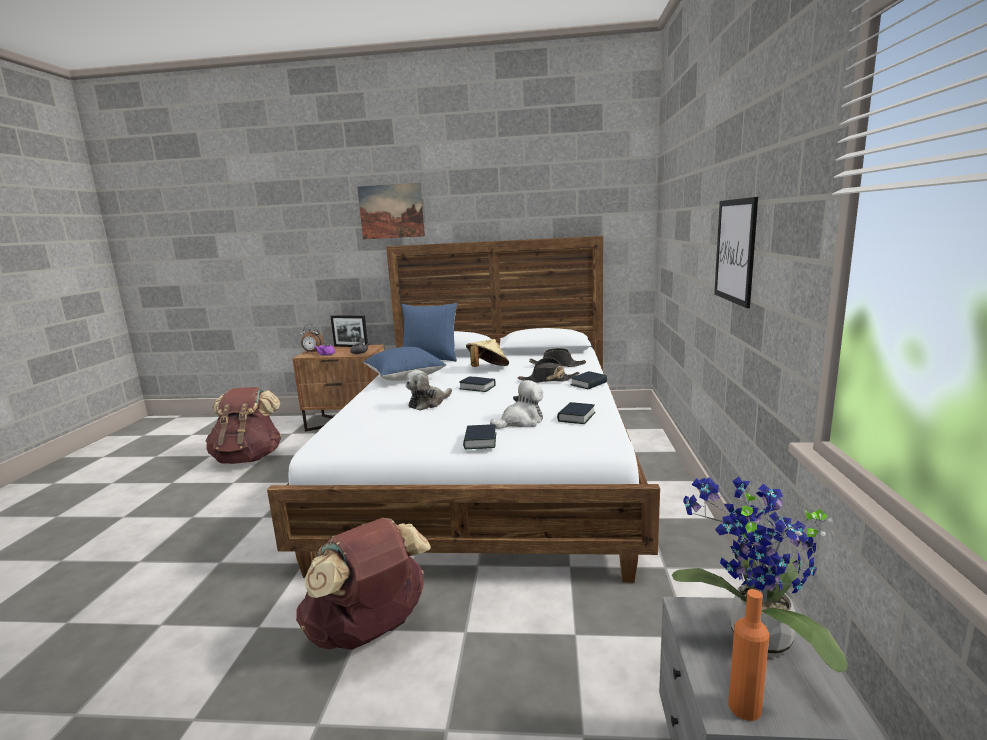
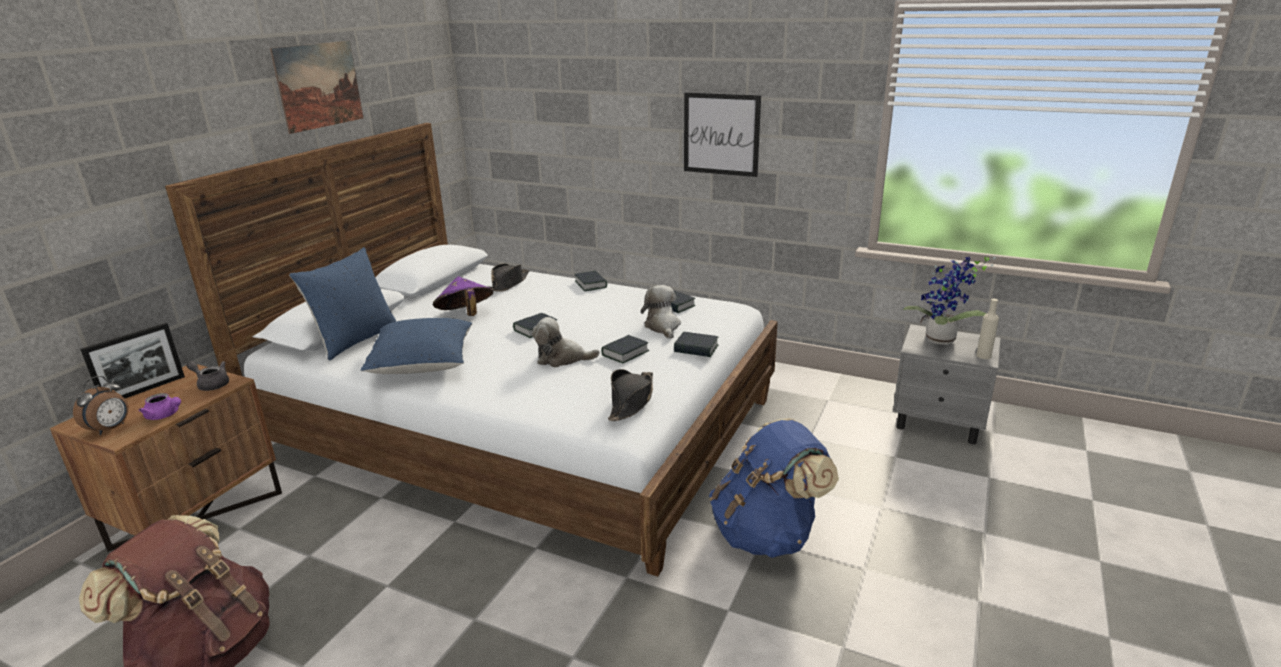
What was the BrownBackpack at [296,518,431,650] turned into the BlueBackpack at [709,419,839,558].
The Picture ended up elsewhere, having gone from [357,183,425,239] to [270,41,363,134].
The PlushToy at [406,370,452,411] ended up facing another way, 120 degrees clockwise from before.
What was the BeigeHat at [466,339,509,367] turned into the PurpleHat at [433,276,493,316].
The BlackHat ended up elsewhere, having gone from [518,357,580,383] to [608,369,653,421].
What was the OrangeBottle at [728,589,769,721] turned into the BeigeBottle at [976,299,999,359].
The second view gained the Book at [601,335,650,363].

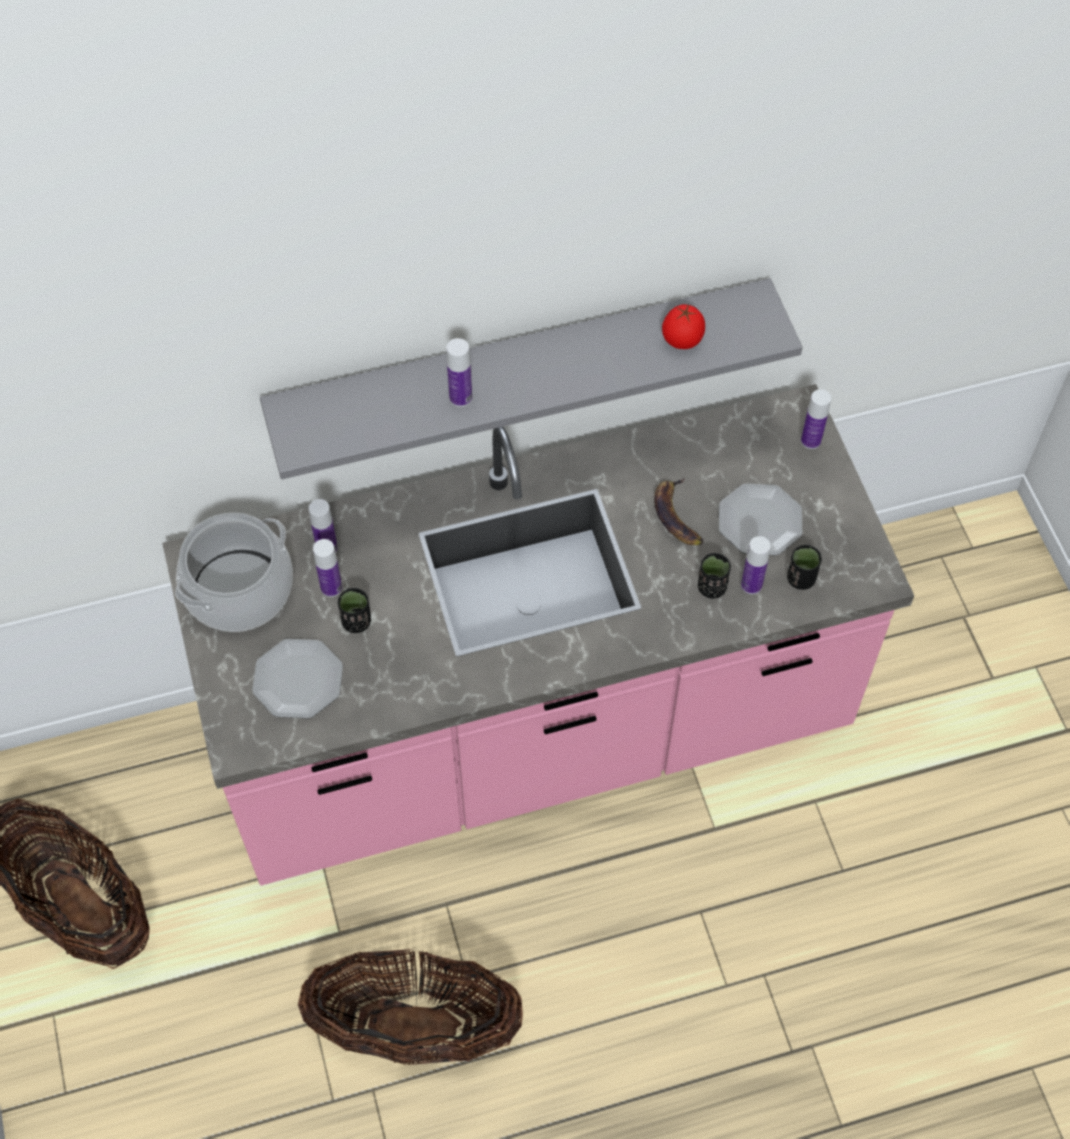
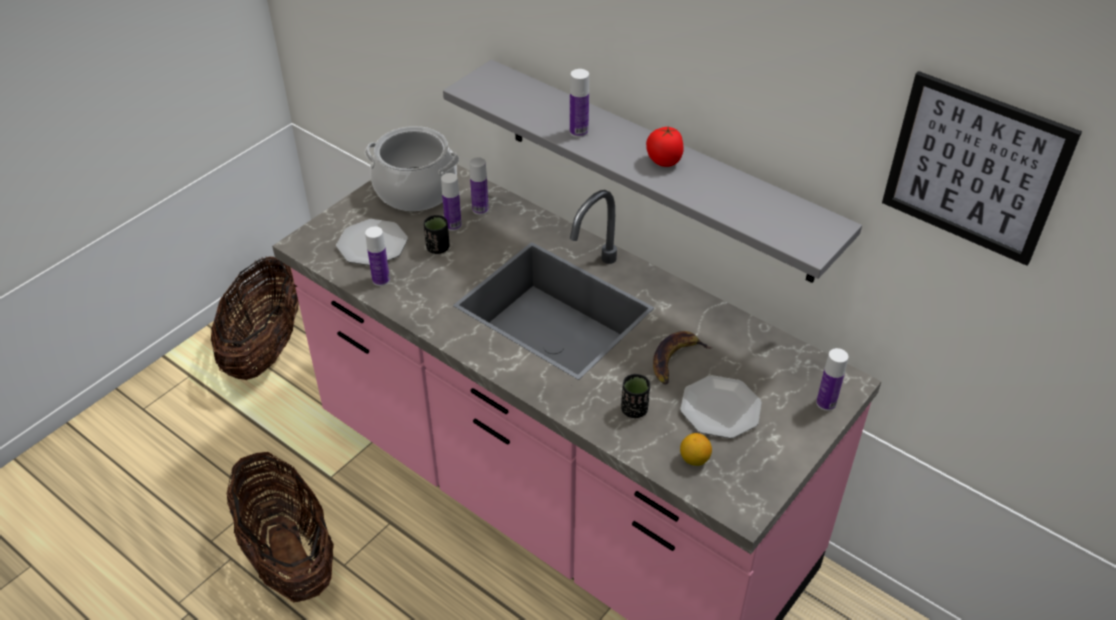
The Tomato ended up elsewhere, having gone from [662,304,705,349] to [646,126,684,167].
The Bottle ended up elsewhere, having gone from [741,536,771,594] to [365,227,390,286].
Where the BlackCup stood at [787,545,822,590], the Lemon came to stand at [680,433,712,466].
The second view gained the Picture at [882,71,1082,266].

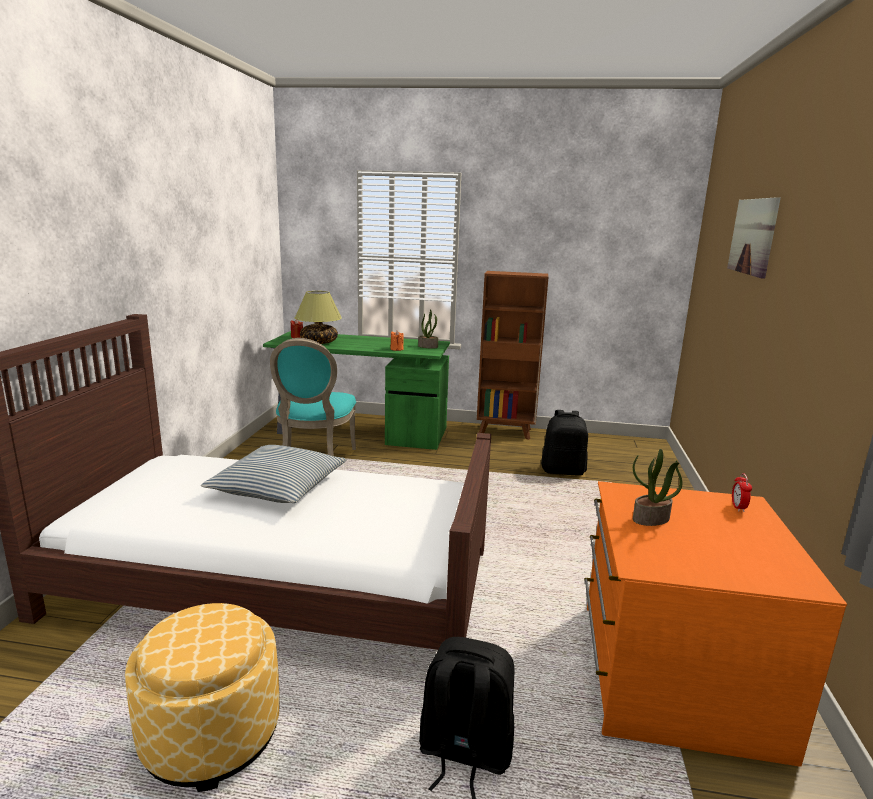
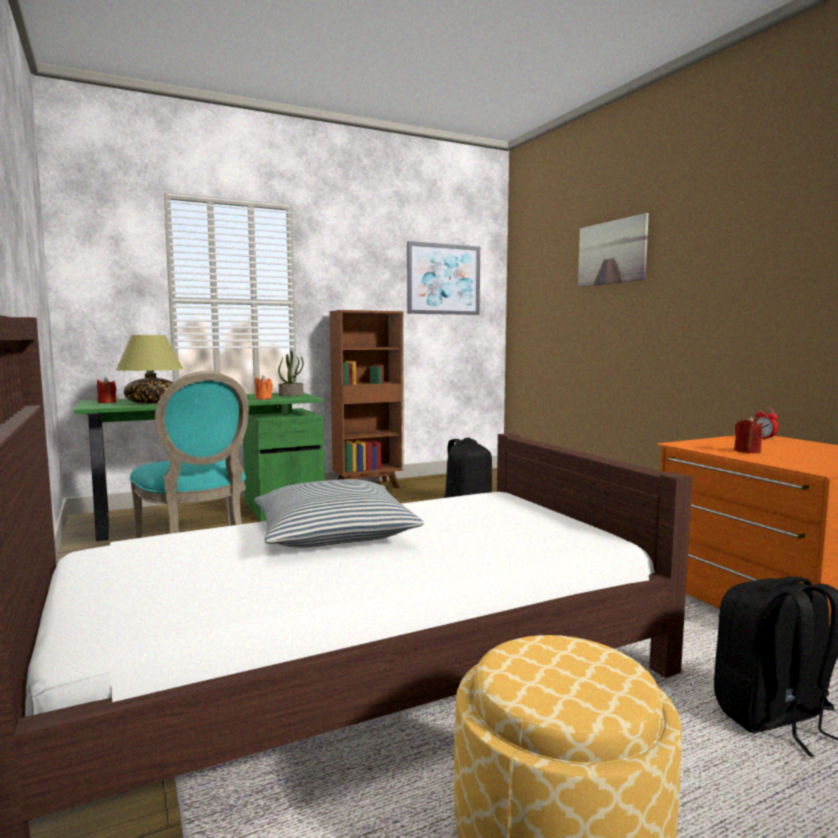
Where the PottedPlant stood at [633,449,682,526], the RedCandle came to stand at [734,416,764,453].
The second view gained the Picture at [407,241,480,315].

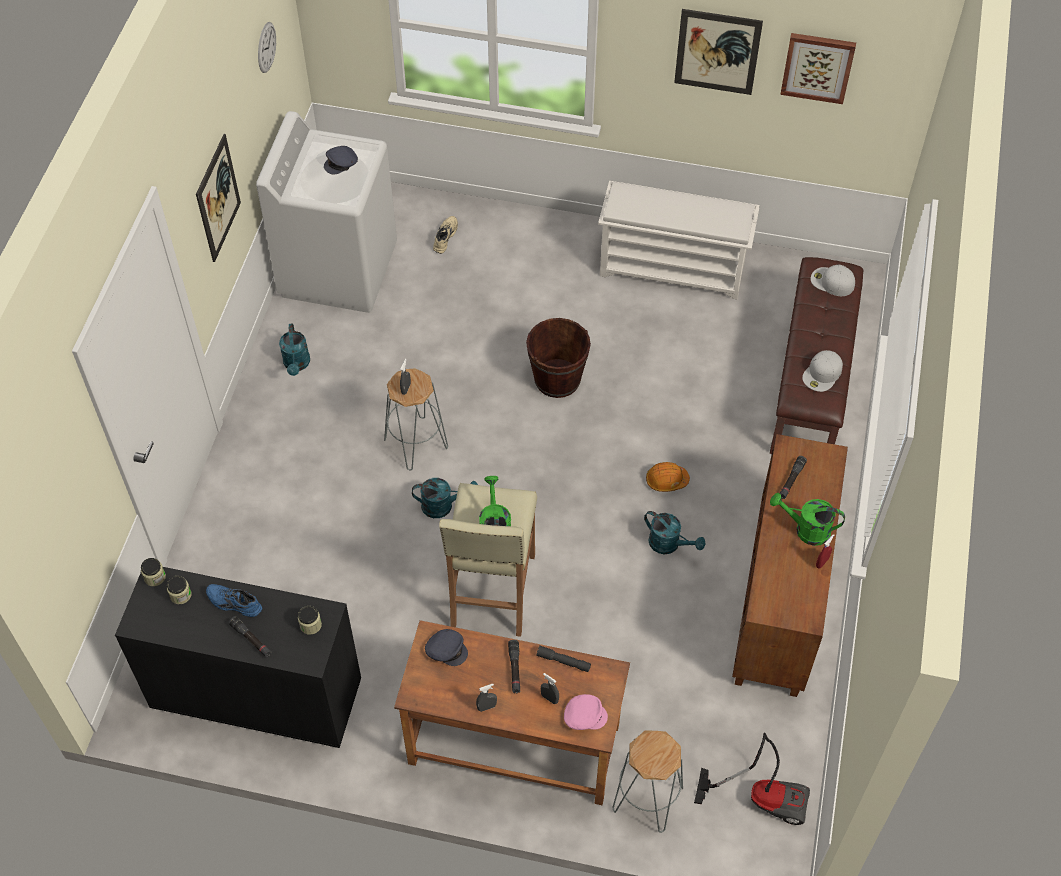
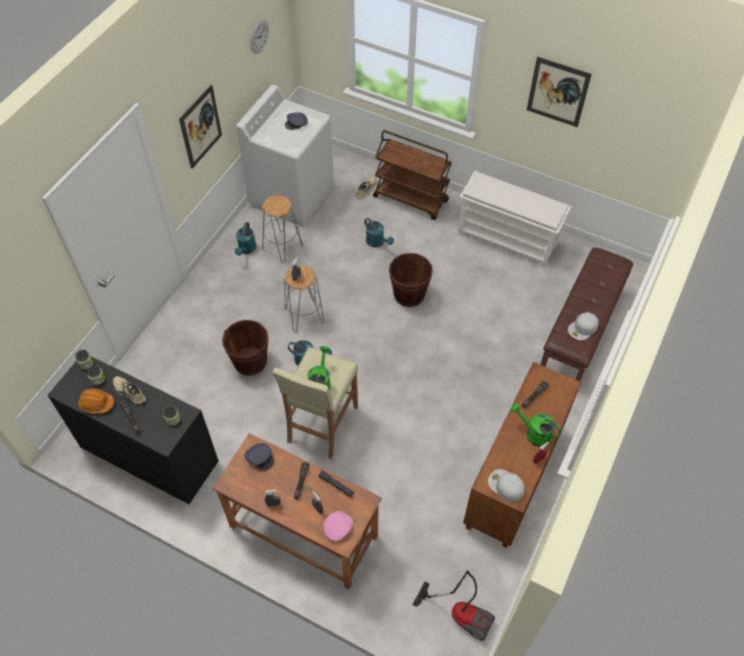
What was the BlueShoe at [206,584,262,617] turned into the BeigeShoe at [113,376,146,404].
The PinkCap at [564,694,608,730] ended up facing another way, 60 degrees counterclockwise from before.
The GreyStool ended up elsewhere, having gone from [613,731,683,833] to [262,195,303,263].
The TurquoiseWateringCan ended up elsewhere, having gone from [644,511,705,554] to [364,218,394,247].
The OrangeHardHat ended up elsewhere, having gone from [646,462,690,492] to [78,389,114,413].
The second view lost the Picture at [780,33,856,104].
The WhiteCap ended up elsewhere, having gone from [811,265,855,296] to [488,469,525,502].
The second view gained the BrownBucket at [222,320,268,376].
The second view gained the BrownCart at [373,130,452,220].

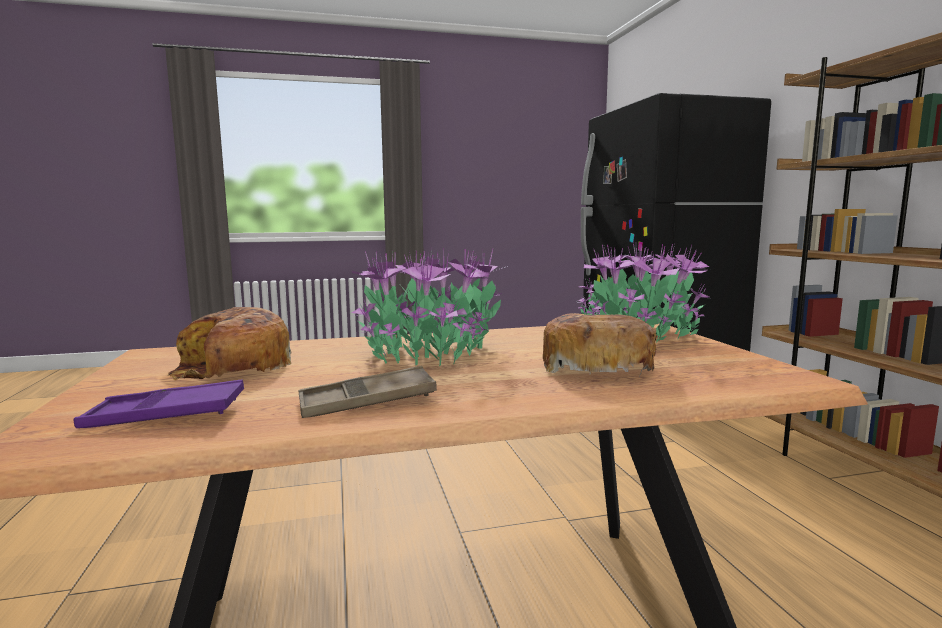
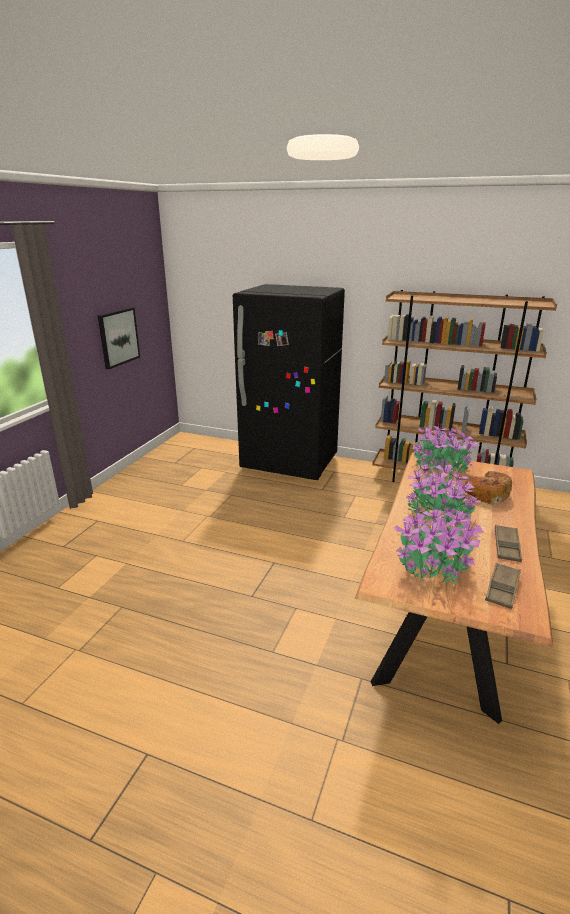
What was the PurpleTray at [74,380,244,428] turned into the BrownTray at [485,563,521,609].
Where the Bread stood at [168,307,291,380], the PottedPlant came to stand at [394,507,484,584].
The second view gained the Picture at [98,307,140,369].

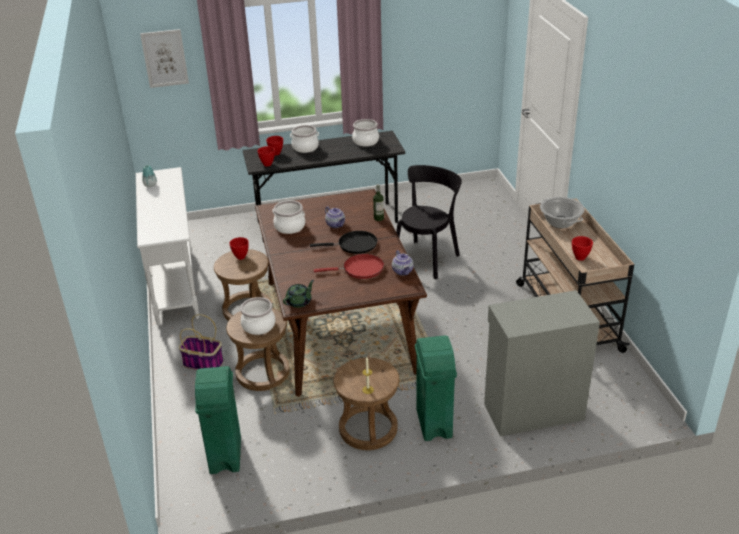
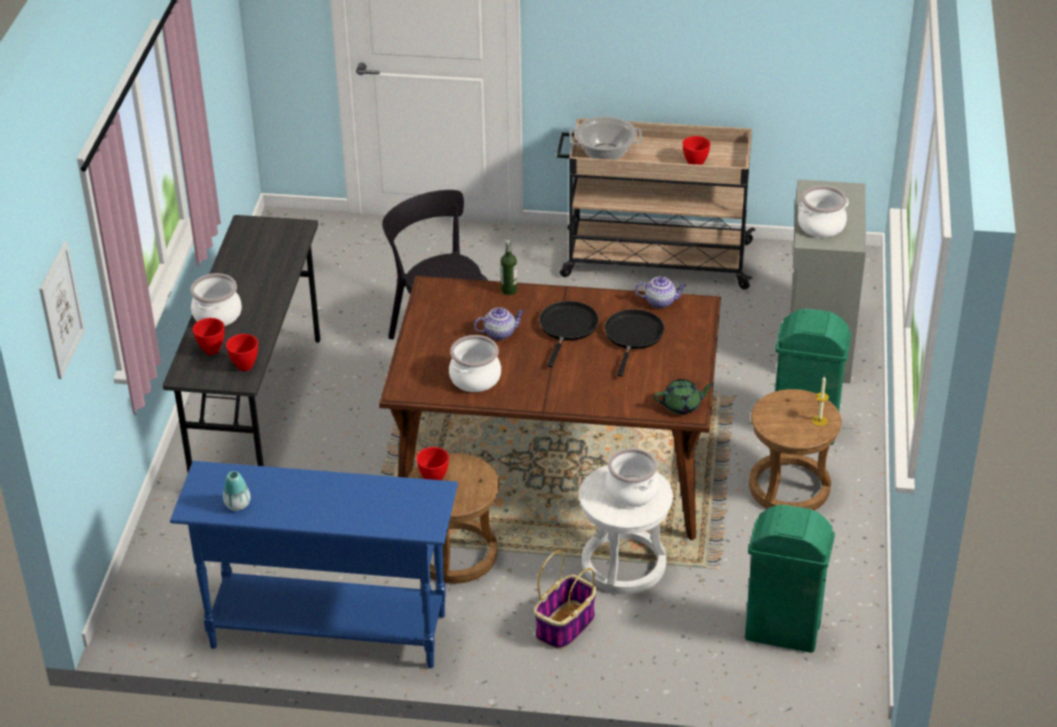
What was the WhiteConsoleTable at [136,167,199,325] turned into the BlueConsoleTable at [170,461,458,668].
What was the BrownStool at [226,308,290,391] turned into the WhiteStool at [579,465,673,594].
The GreenTeapot at [283,280,314,308] ended up facing another way, 105 degrees clockwise from before.
What was the RedFryingPan at [314,254,384,279] turned into the BlackFryingPan at [604,309,664,376].
The CookingPot ended up elsewhere, having gone from [352,119,379,146] to [798,185,849,237].

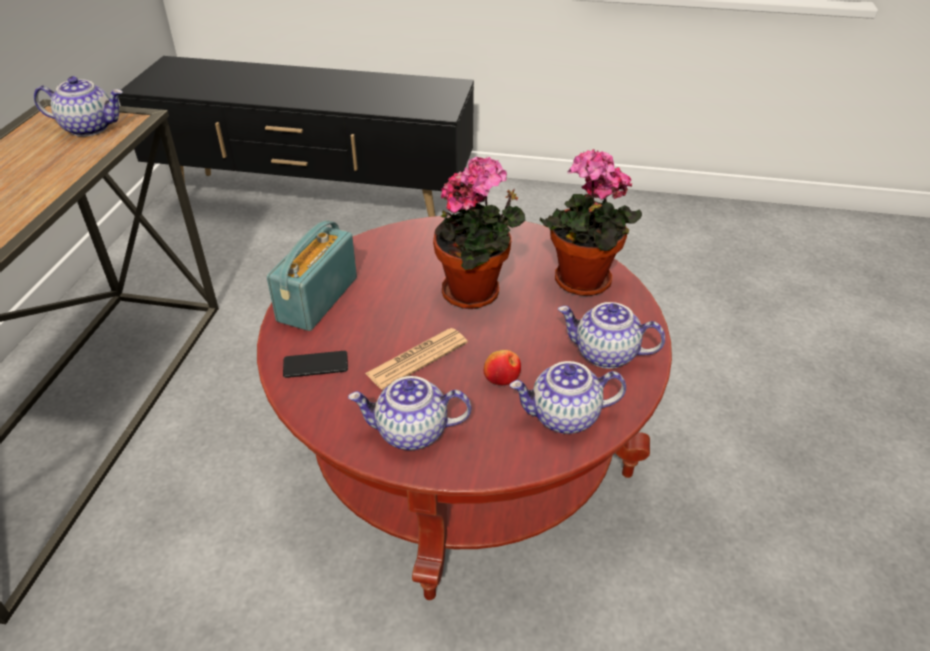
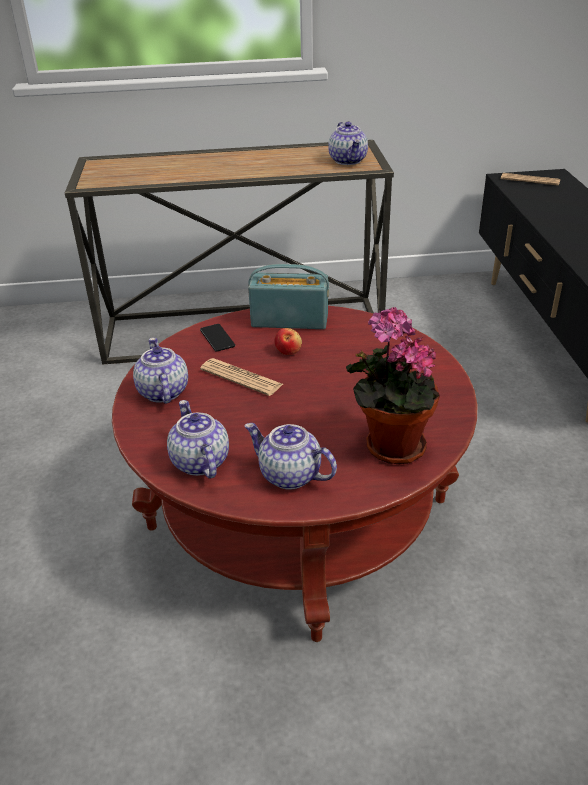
The second view lost the PottedPlant at [433,157,525,309].
The Apple ended up elsewhere, having gone from [484,350,521,385] to [274,328,302,355].
The Teapot at [558,302,665,369] ended up facing another way, 60 degrees counterclockwise from before.
The second view gained the Newspaper at [501,173,560,186].

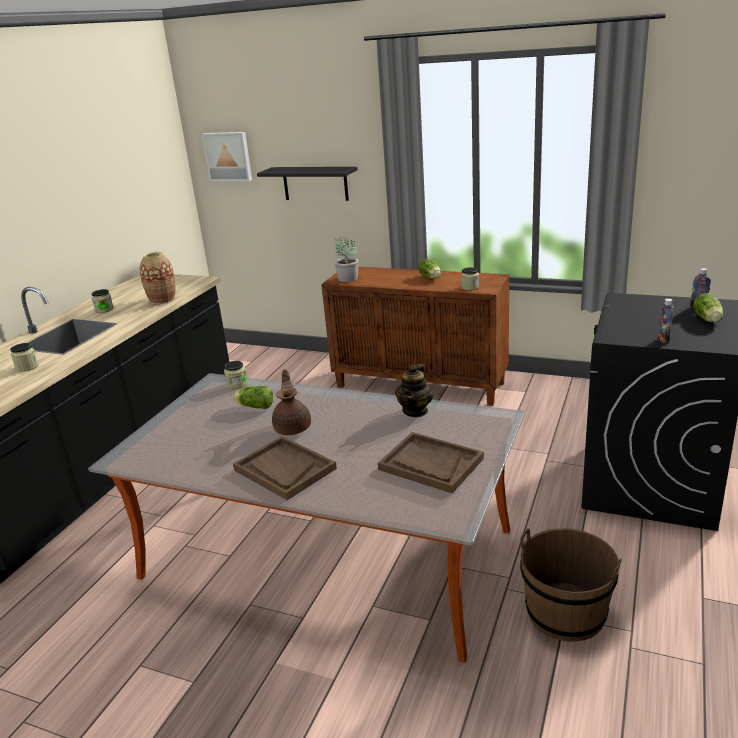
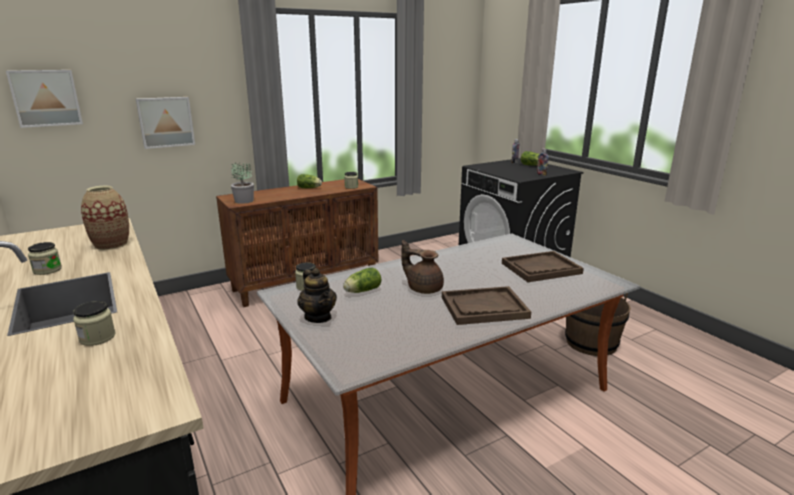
Where the BlackShelf hung at [257,167,358,201], the Picture came to hang at [136,97,195,149].
The Teapot ended up elsewhere, having gone from [395,364,433,417] to [297,268,337,323].

